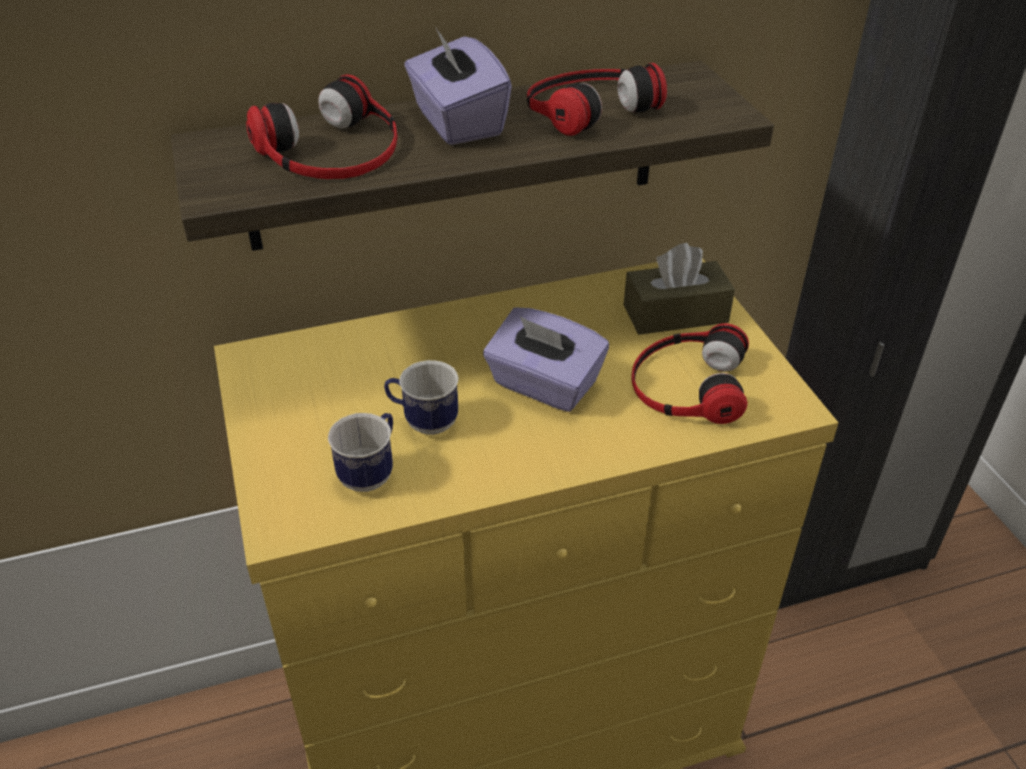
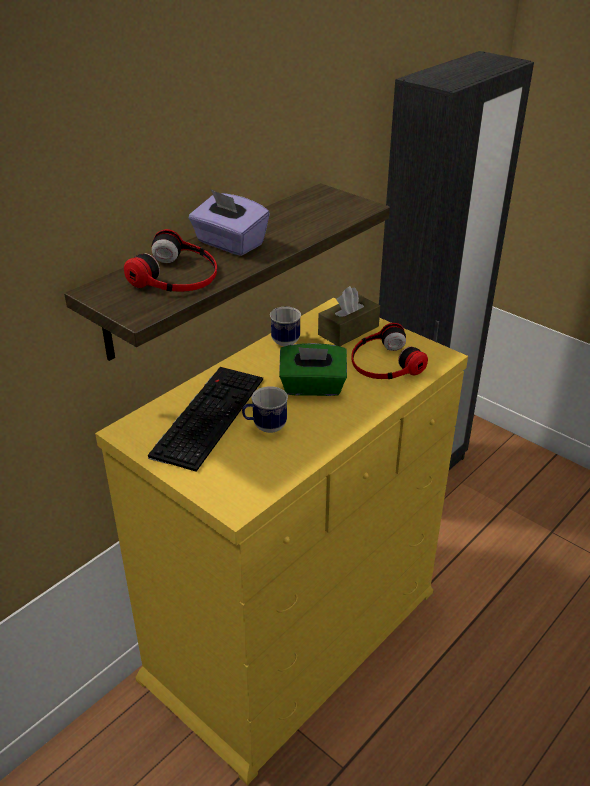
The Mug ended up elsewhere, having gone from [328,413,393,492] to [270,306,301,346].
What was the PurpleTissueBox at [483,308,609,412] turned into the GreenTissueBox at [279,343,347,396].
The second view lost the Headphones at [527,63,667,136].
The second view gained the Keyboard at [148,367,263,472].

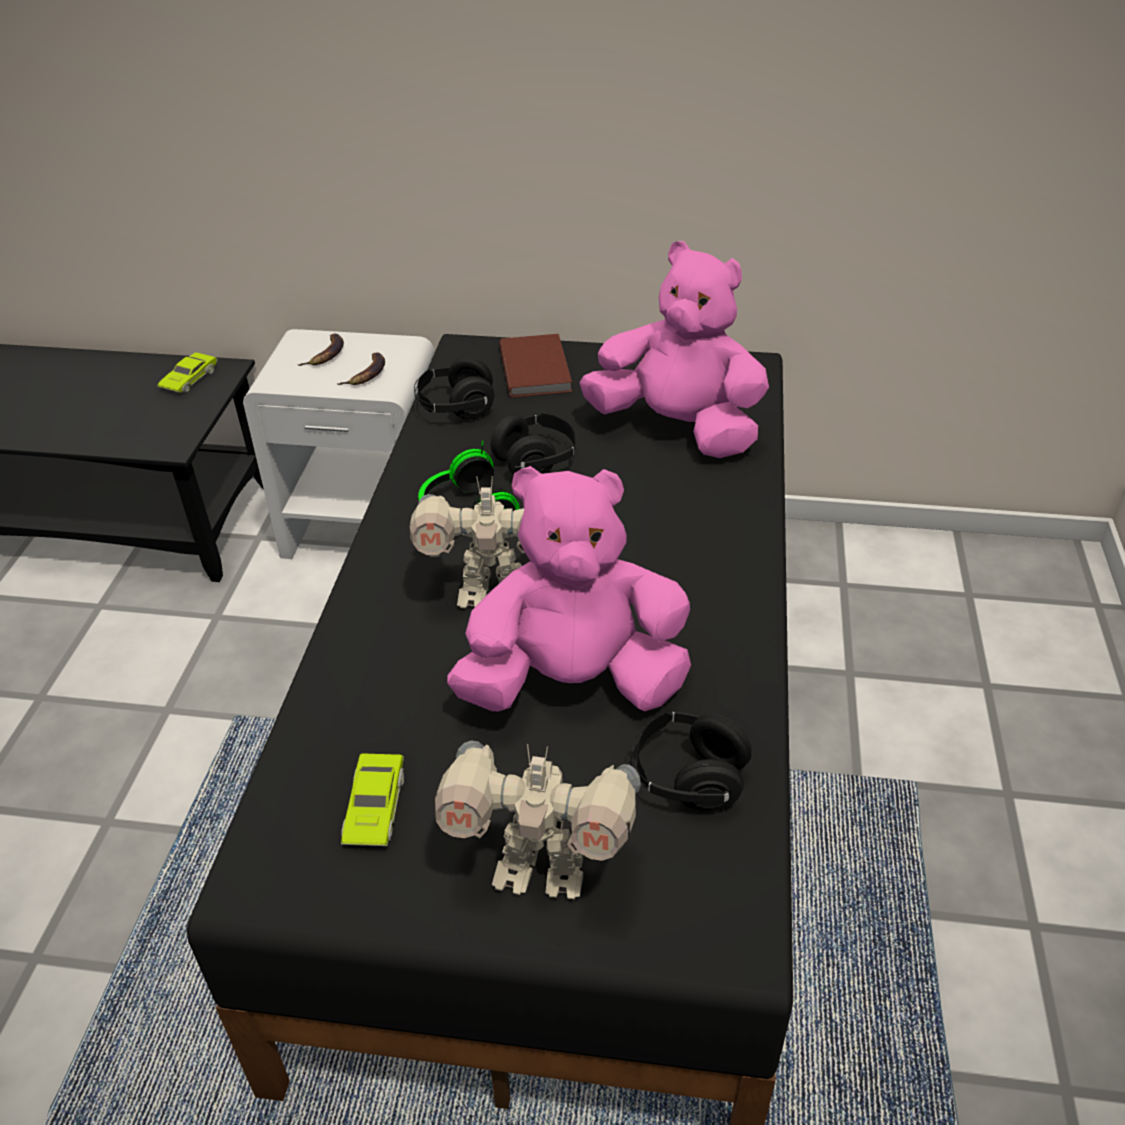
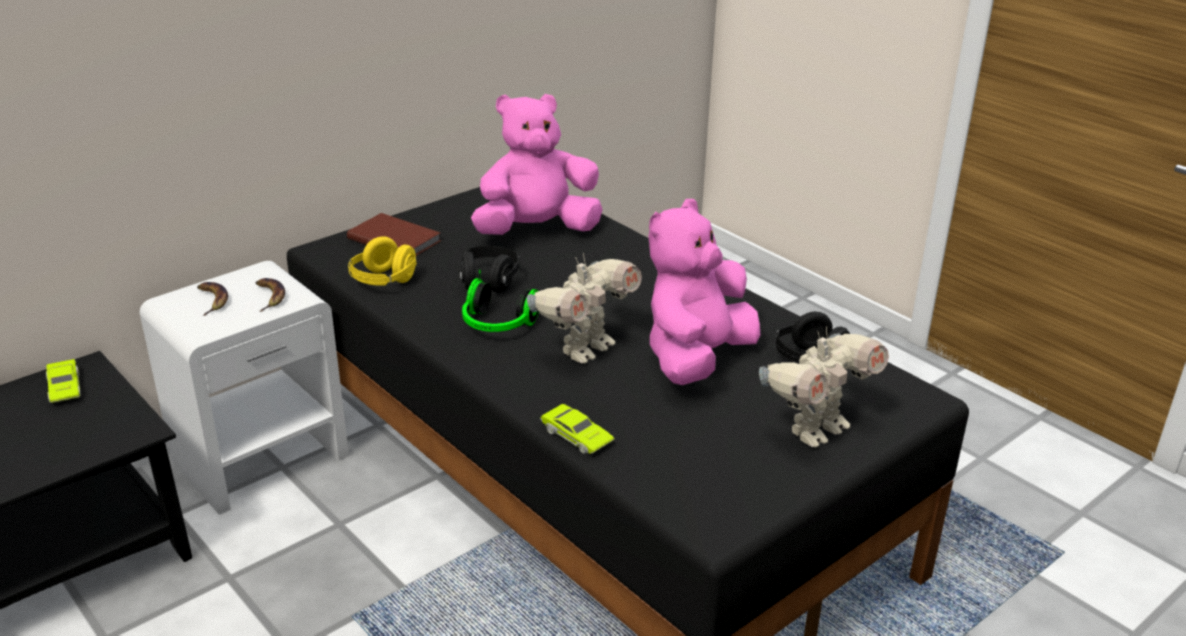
The GreenToyCar ended up elsewhere, having gone from [341,753,404,846] to [540,404,615,454].
What was the BlackHeadphones at [414,357,494,419] turned into the YellowHeadphones at [348,236,416,286].

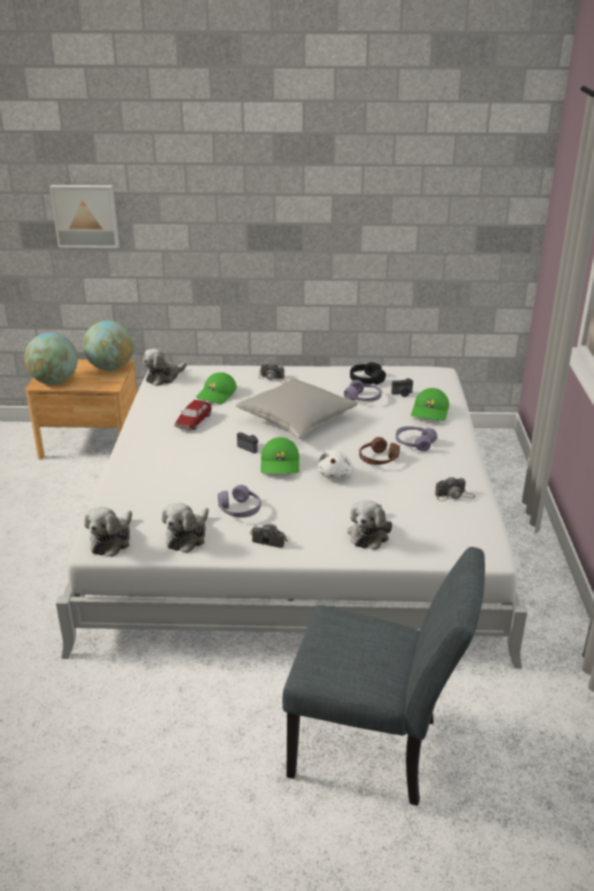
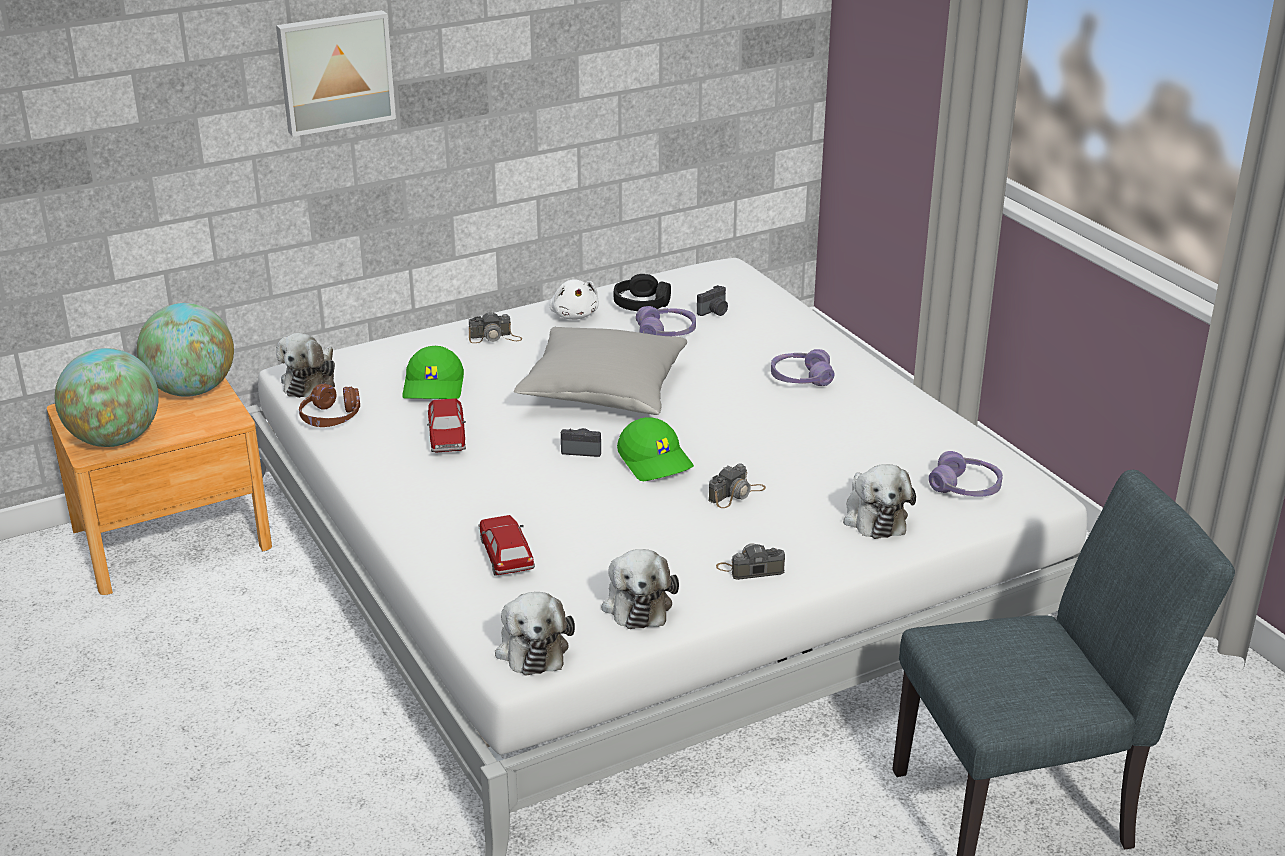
The Picture ended up elsewhere, having gone from [49,185,119,248] to [276,10,396,137].
The PurpleHeadphones ended up elsewhere, having gone from [218,485,261,518] to [929,451,1003,497].
The WhitePlushToy ended up elsewhere, having gone from [318,450,354,479] to [550,279,599,320].
The BrownHeadphones ended up elsewhere, having gone from [359,437,400,465] to [299,384,360,427].
The second view lost the GreenCap at [411,388,449,421].
The PhotoCamera ended up elsewhere, having gone from [435,476,475,501] to [708,463,766,508].
The second view gained the ToyCar at [478,515,535,576].

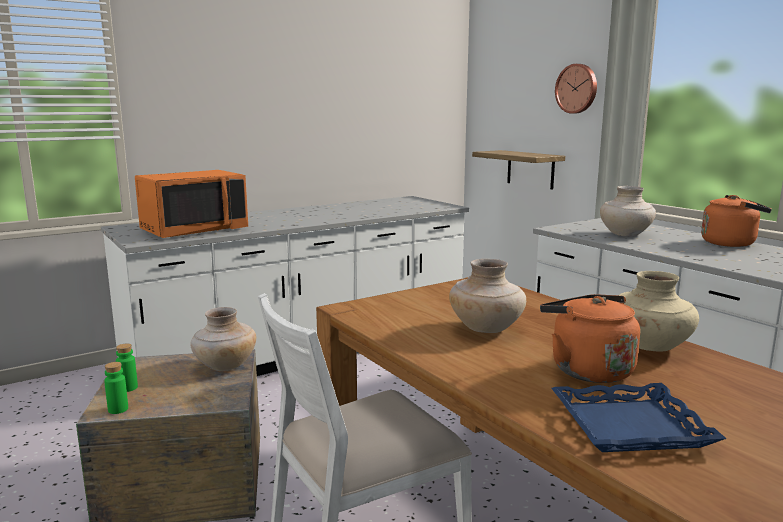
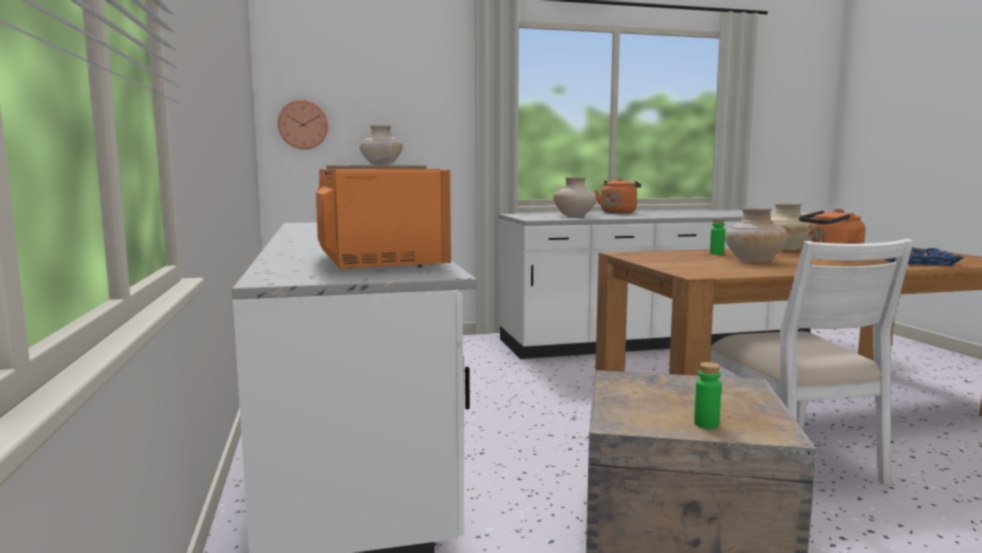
The GreenBottle ended up elsewhere, having gone from [104,362,128,414] to [710,218,725,255].
The BeigeVase ended up elsewhere, having gone from [190,307,256,371] to [360,125,403,165].
The WallClock ended up elsewhere, having gone from [555,64,597,114] to [278,100,328,149].

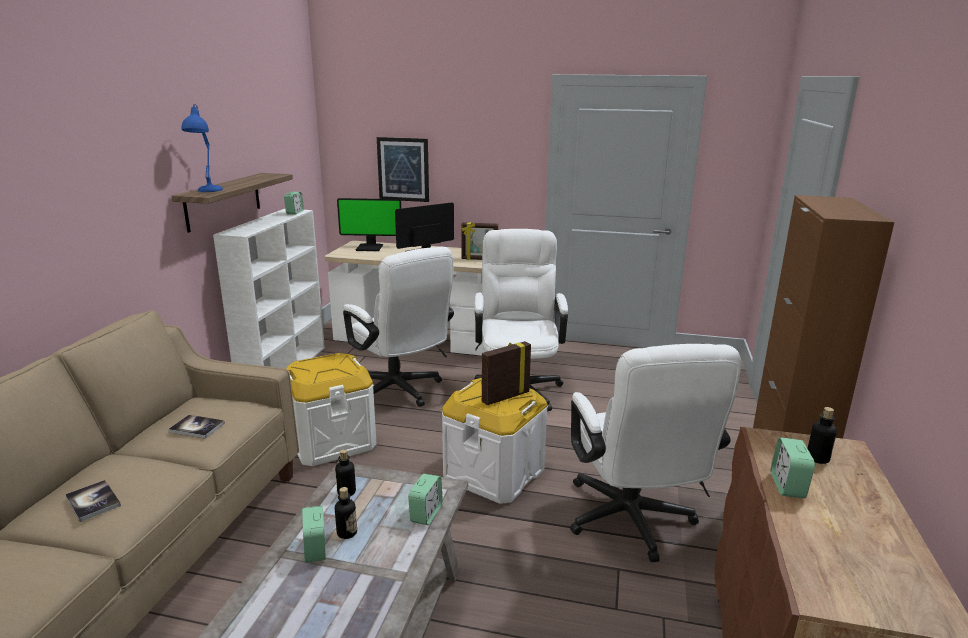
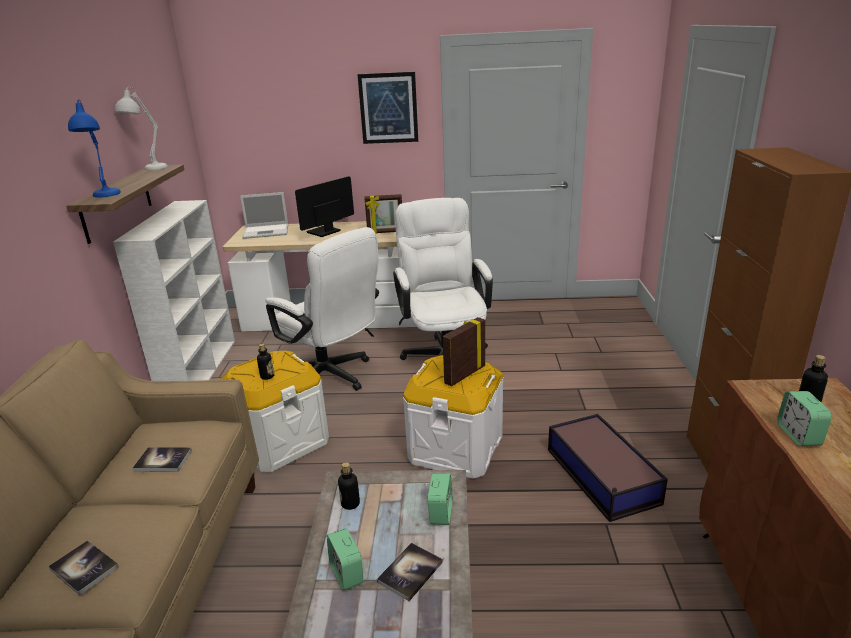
The second view lost the AlarmClock at [284,192,304,214].
The Bottle ended up elsewhere, having gone from [335,487,357,539] to [257,343,274,380].
Where the Monitor stood at [337,198,401,251], the Laptop came to stand at [240,192,288,239].
The Picture ended up elsewhere, having gone from [377,137,429,202] to [357,72,418,144].
Where the WhiteOfficeChair stood at [570,344,741,562], the StorageBox came to stand at [548,414,668,522].
The second view gained the WhiteTableLamp at [115,87,168,170].
The second view gained the Book at [377,543,443,601].

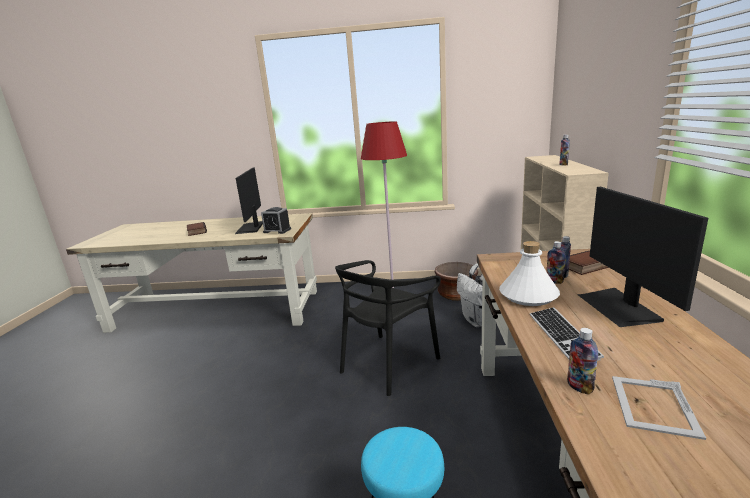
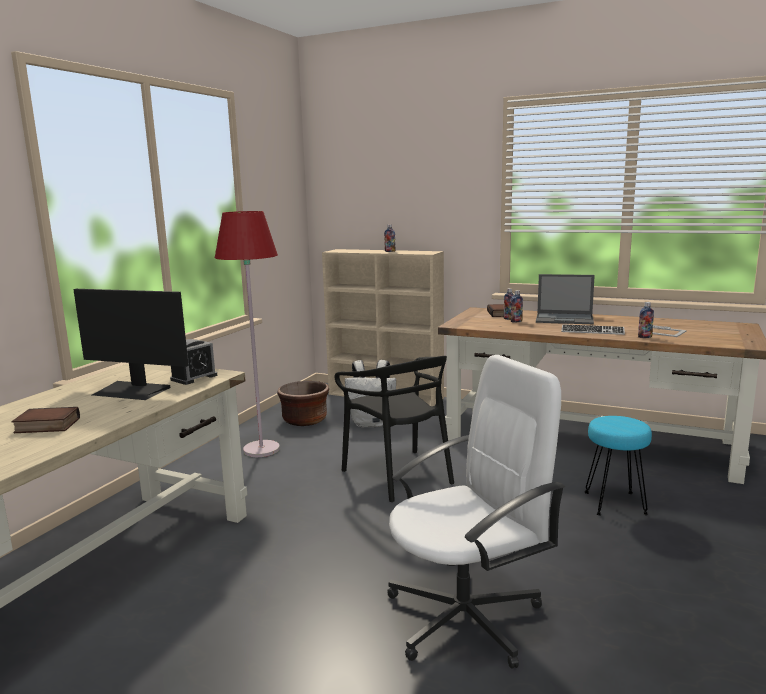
The second view lost the WhiteBottle at [499,241,560,306].
Where the Monitor stood at [578,187,708,327], the Laptop came to stand at [536,274,595,324].
The second view gained the WhiteOfficeChair at [387,355,566,669].

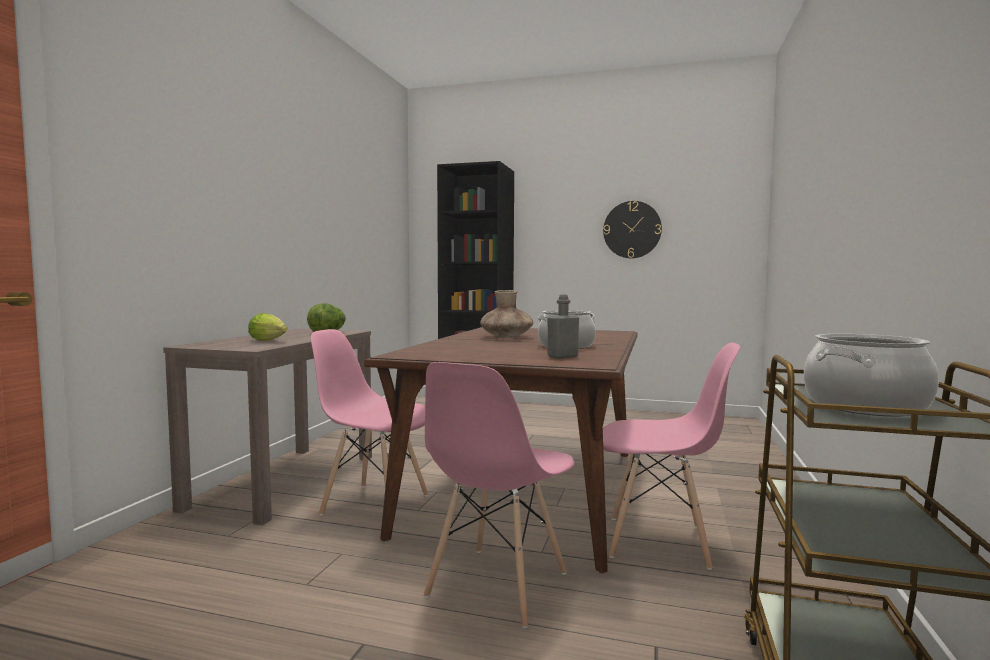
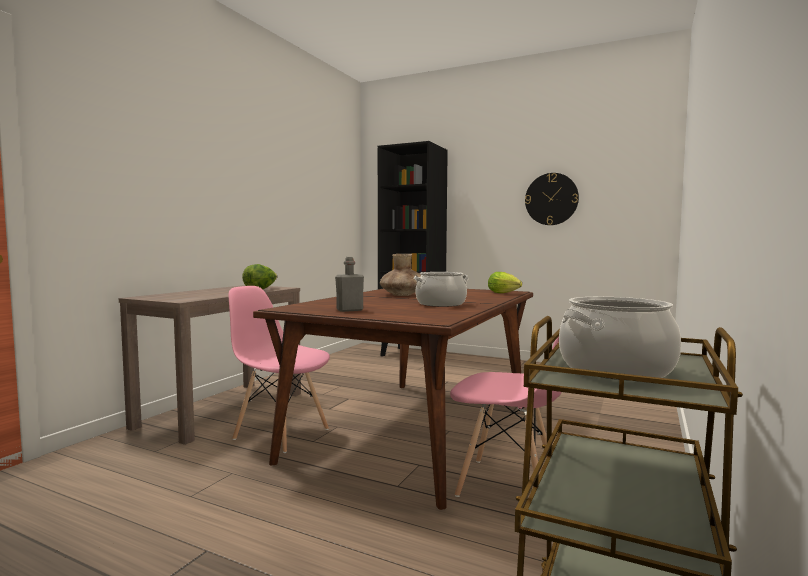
The Lettuce ended up elsewhere, having gone from [248,313,287,341] to [488,272,522,293].
The second view lost the PinkChair at [424,362,575,628].
The GreyBottle ended up elsewhere, having gone from [547,295,579,359] to [335,257,364,312].

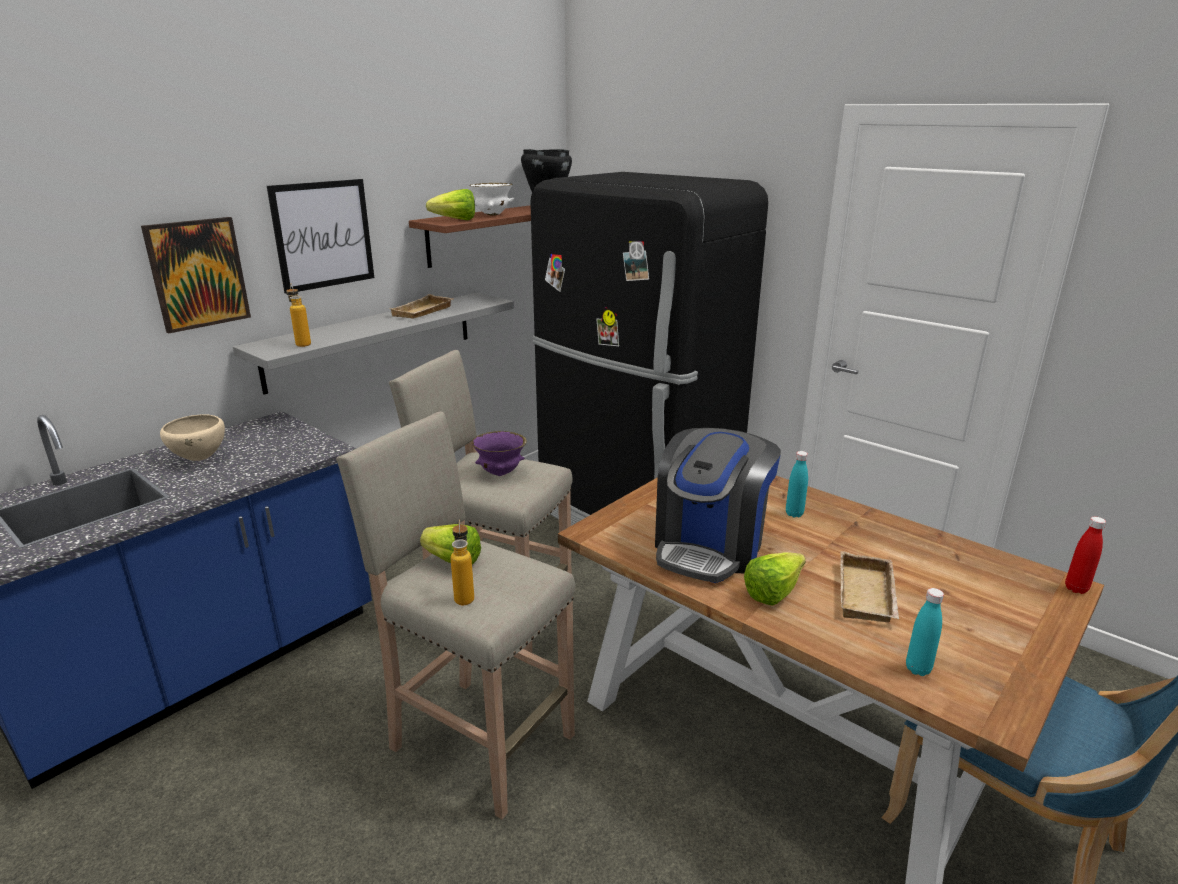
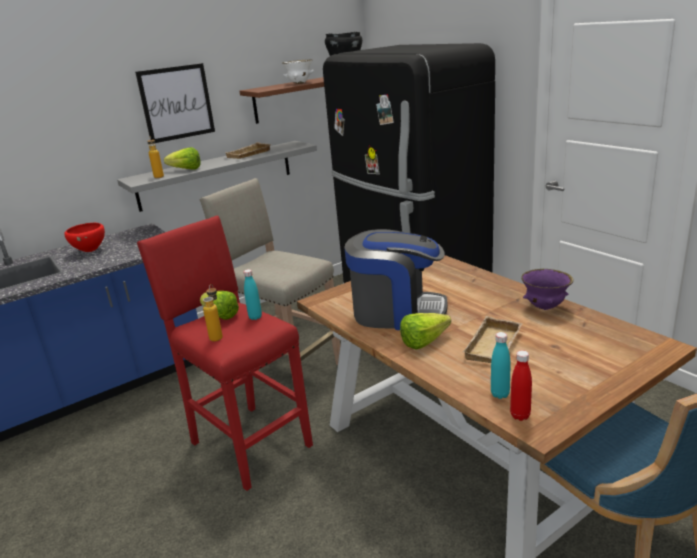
The second view lost the Picture at [141,217,251,333].
What was the BeigeBowl at [160,414,225,461] turned into the RedBowl at [64,223,105,252].
What was the BeigeStool at [336,412,575,819] turned into the RedStool at [137,216,313,491].
The Lettuce ended up elsewhere, having gone from [426,189,475,220] to [164,147,201,170].
The PurpleBowl ended up elsewhere, having gone from [472,431,527,476] to [521,269,574,310].
The CoffeeMachine at [655,428,781,583] ended up facing another way, 120 degrees counterclockwise from before.
The TurquoiseBottle ended up elsewhere, having gone from [786,451,808,518] to [244,269,262,320].
The RedBottle ended up elsewhere, having gone from [1065,517,1106,594] to [510,350,532,421].

